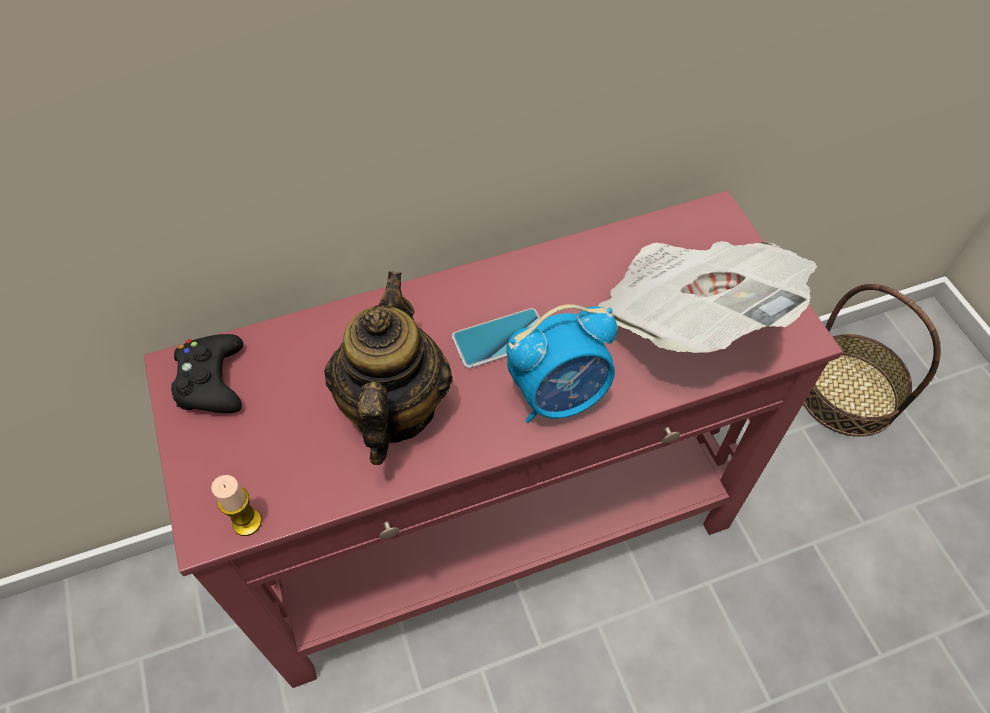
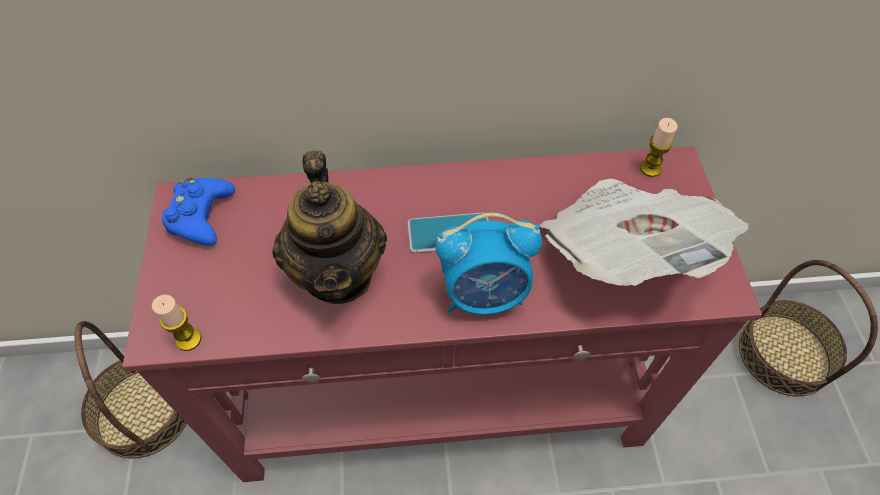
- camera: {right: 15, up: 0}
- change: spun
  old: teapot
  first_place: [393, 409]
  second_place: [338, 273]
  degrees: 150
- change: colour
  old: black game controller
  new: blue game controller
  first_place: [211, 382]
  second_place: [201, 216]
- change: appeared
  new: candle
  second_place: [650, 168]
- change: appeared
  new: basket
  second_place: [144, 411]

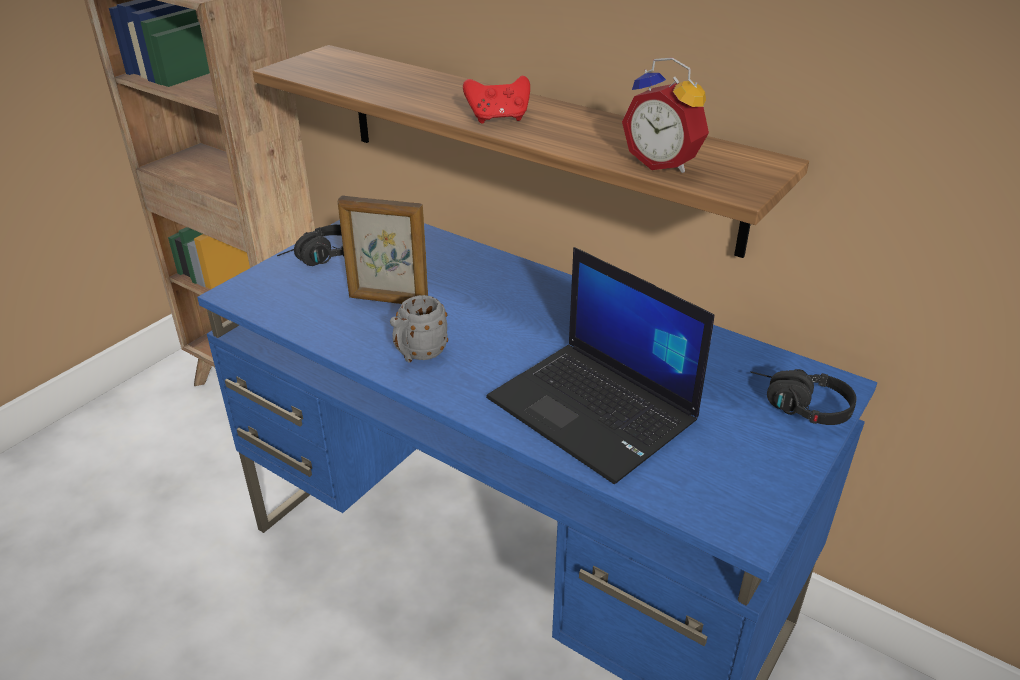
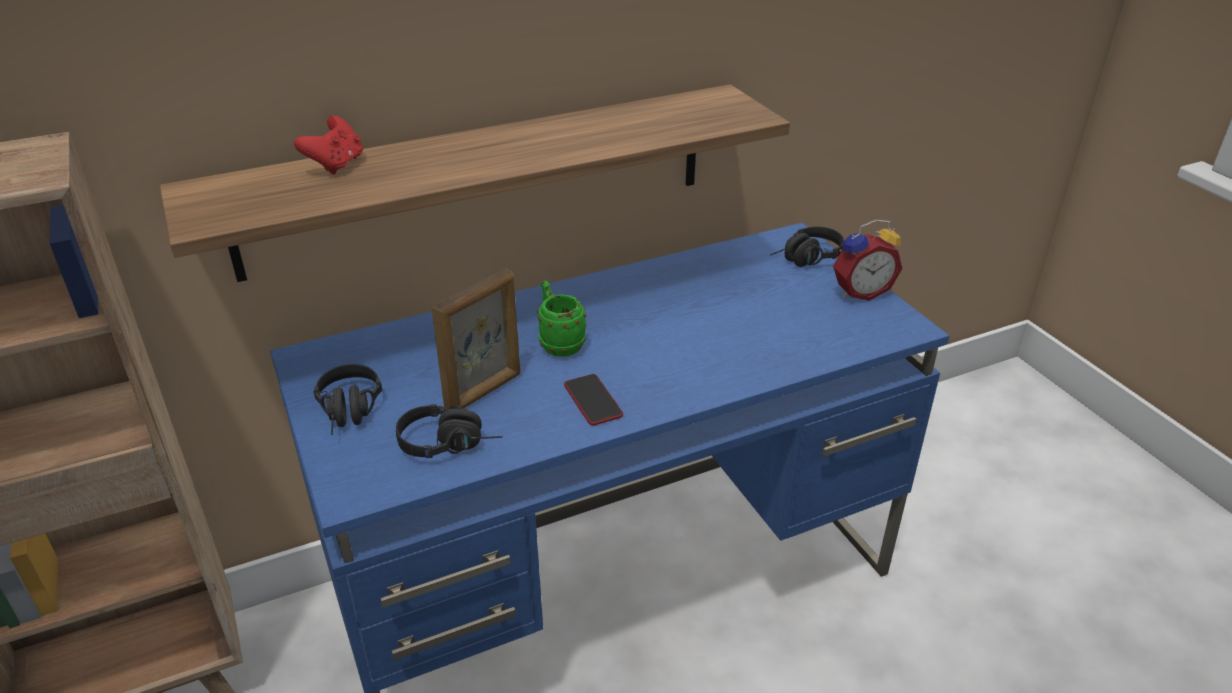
- camera: {right: -60, up: 0}
- change: relocated
  old: alarm clock
  first_place: [664, 163]
  second_place: [860, 291]
- change: relocated
  old: red game controller
  first_place: [498, 118]
  second_place: [336, 165]
- change: missing
  old: laptop
  first_place: [595, 410]
- change: exchanged
  old: grey mug
  new: phone
  first_place: [418, 354]
  second_place: [593, 400]
- change: appeared
  new: green mug
  second_place: [559, 343]
- change: appeared
  new: black headphones
  second_place: [451, 443]

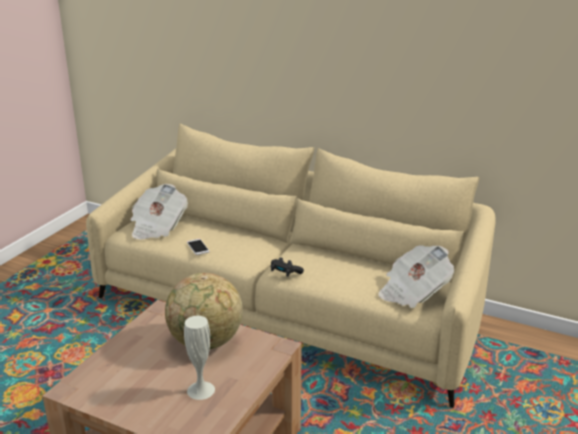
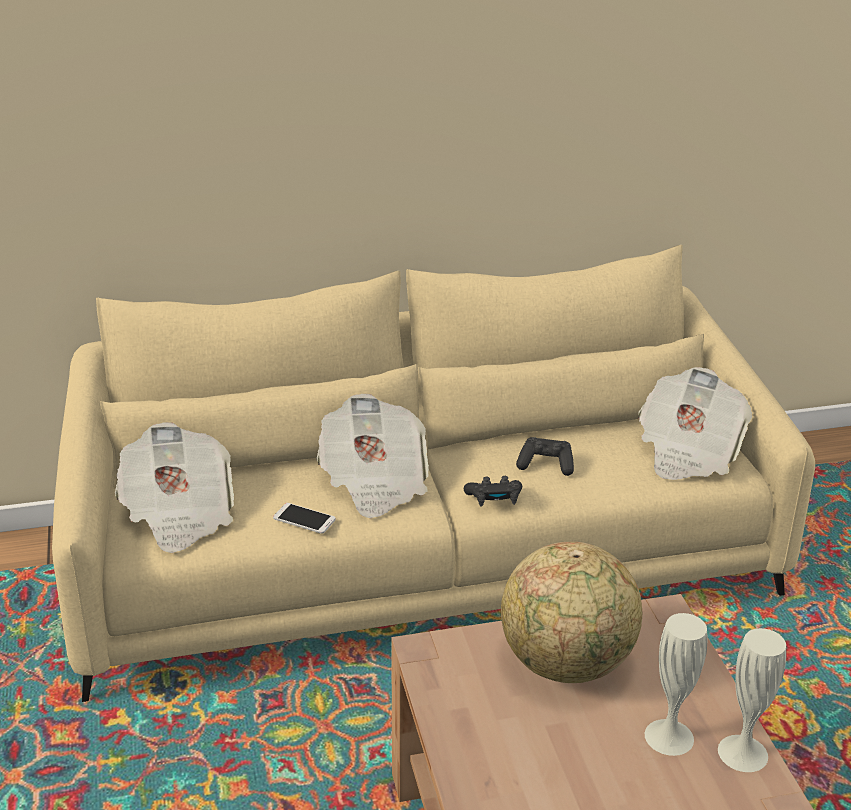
- camera: {right: -40, up: 5}
- change: appeared
  new: newspaper
  second_place: [374, 482]
- change: appeared
  new: black game controller
  second_place: [546, 465]
- change: appeared
  new: white vase
  second_place: [742, 753]

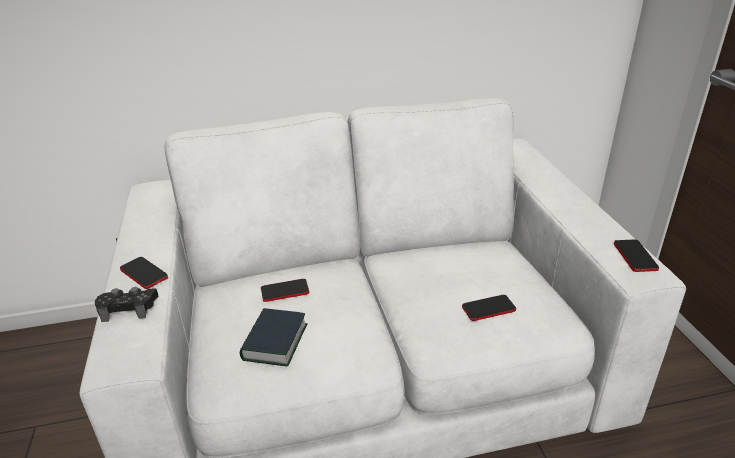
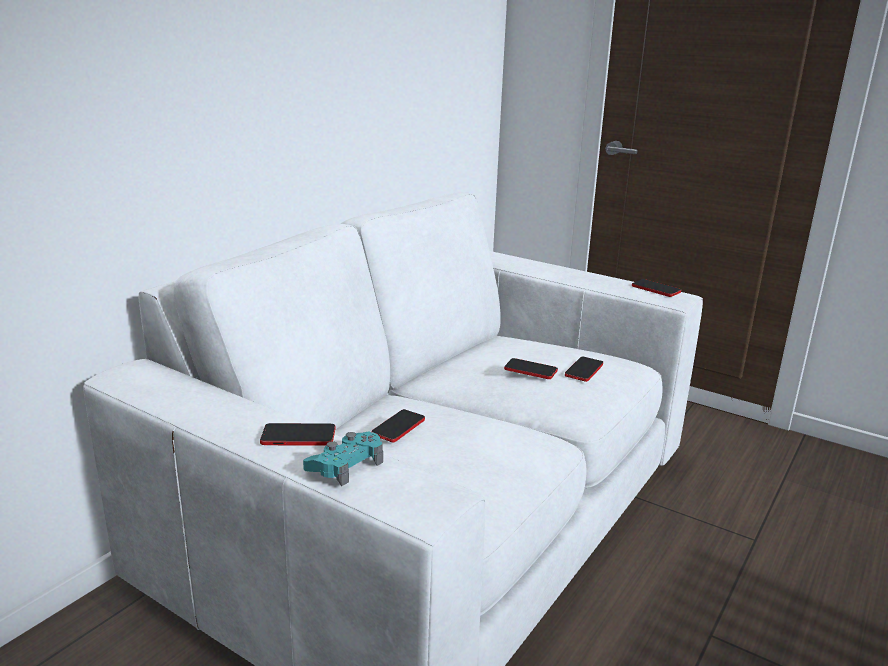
- camera: {right: -45, up: -10}
- change: colour
  old: black game controller
  new: turquoise game controller
  first_place: [128, 308]
  second_place: [345, 465]
- change: missing
  old: book
  first_place: [275, 342]
- change: appeared
  new: phone
  second_place: [530, 370]

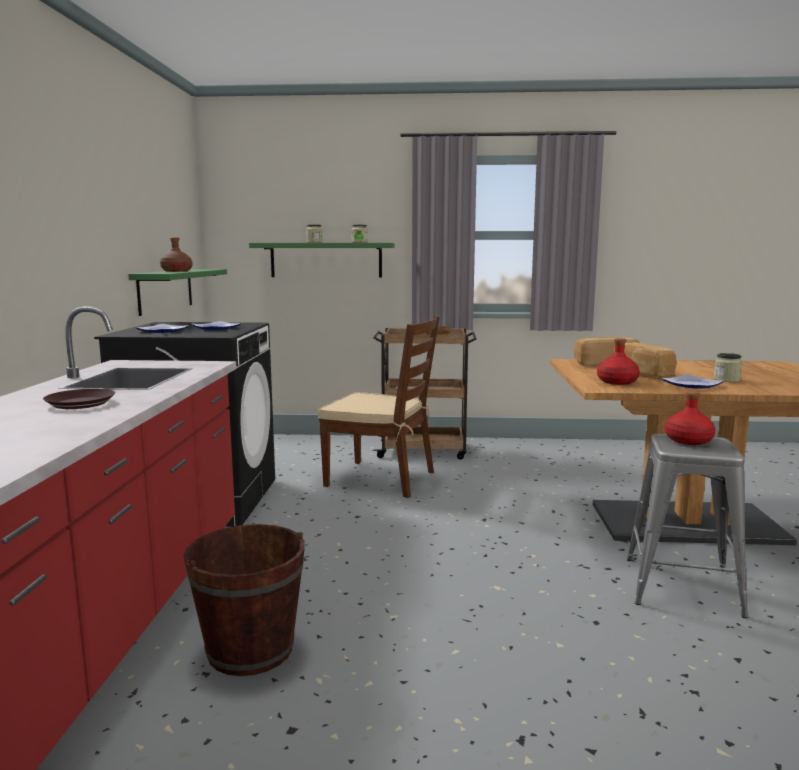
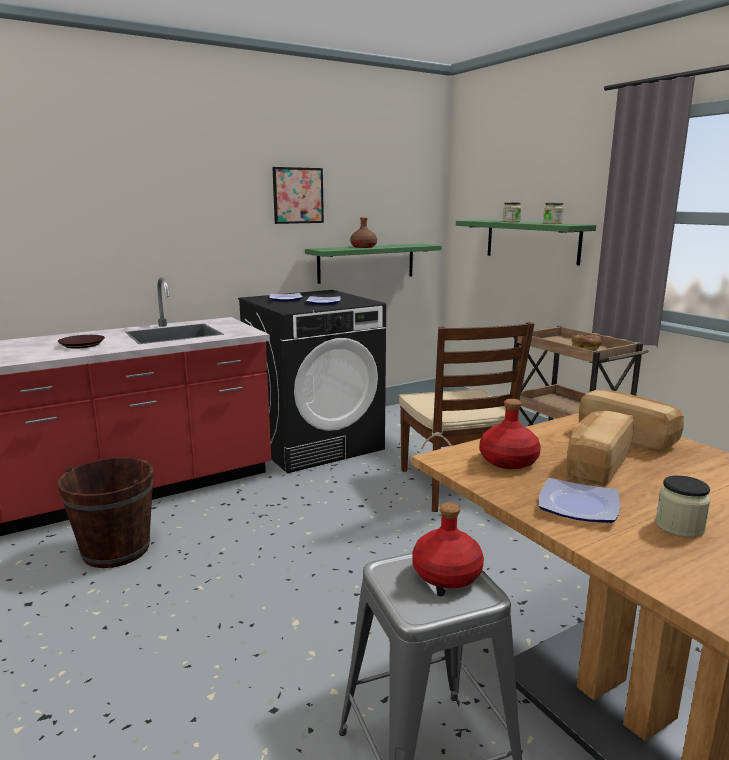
- camera: {right: 55, up: 5}
- change: appeared
  new: picture
  second_place: [298, 195]

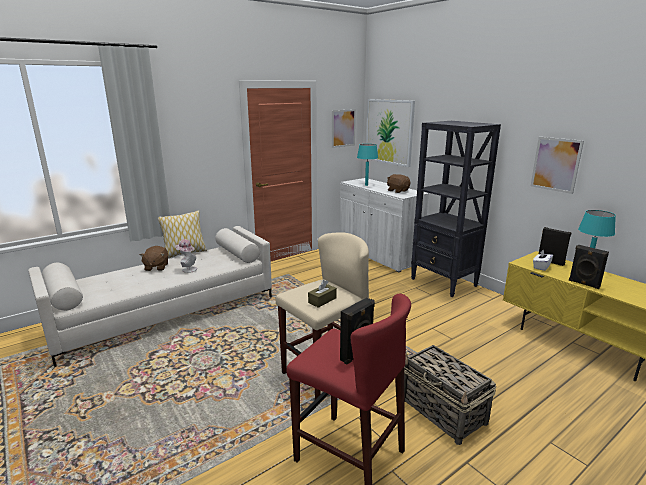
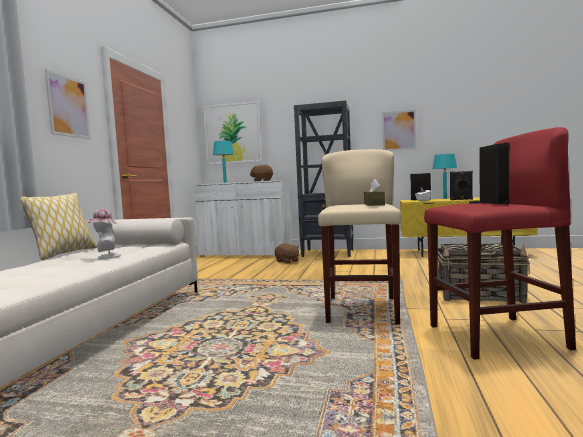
- camera: {right: -40, up: -15}
- change: relocated
  old: picture
  first_place: [343, 128]
  second_place: [68, 106]
- change: relocated
  old: brown plush toy
  first_place: [156, 267]
  second_place: [287, 261]

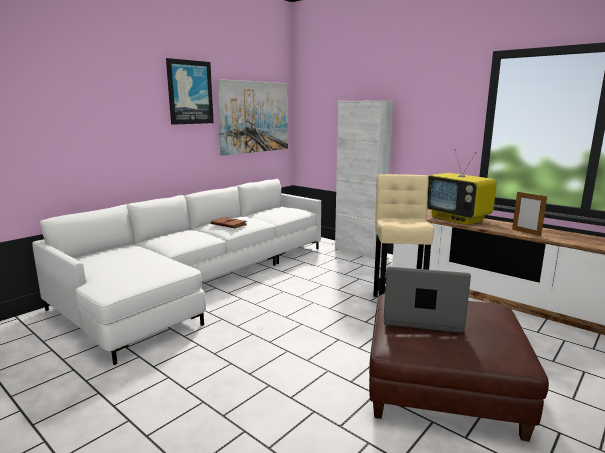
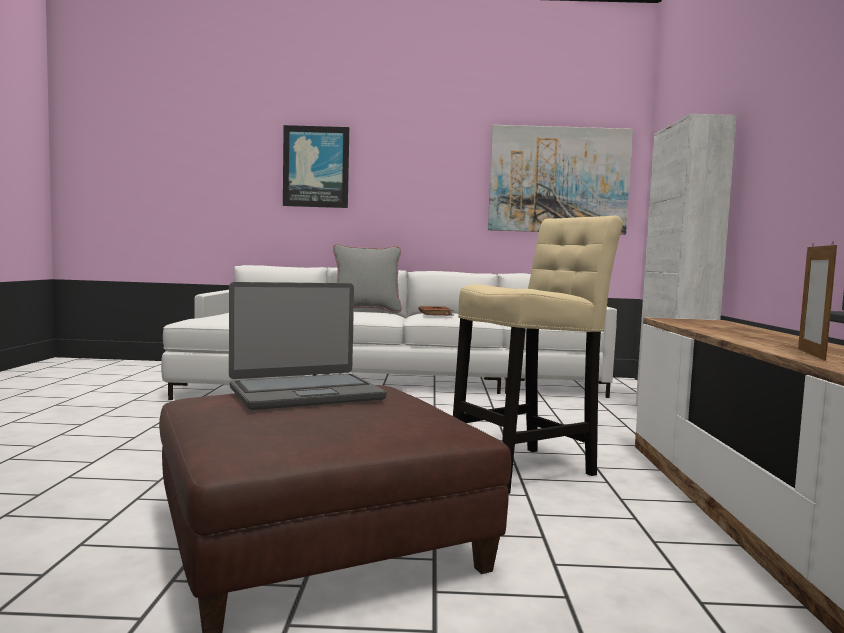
- camera: {right: 50, up: -10}
- change: relocated
  old: picture
  first_place: [190, 92]
  second_place: [316, 167]
- change: missing
  old: television
  first_place: [457, 219]
- change: spun
  old: laptop
  first_place: [422, 317]
  second_place: [305, 393]
  degrees: 90
- change: appeared
  new: grey pillow
  second_place: [366, 311]

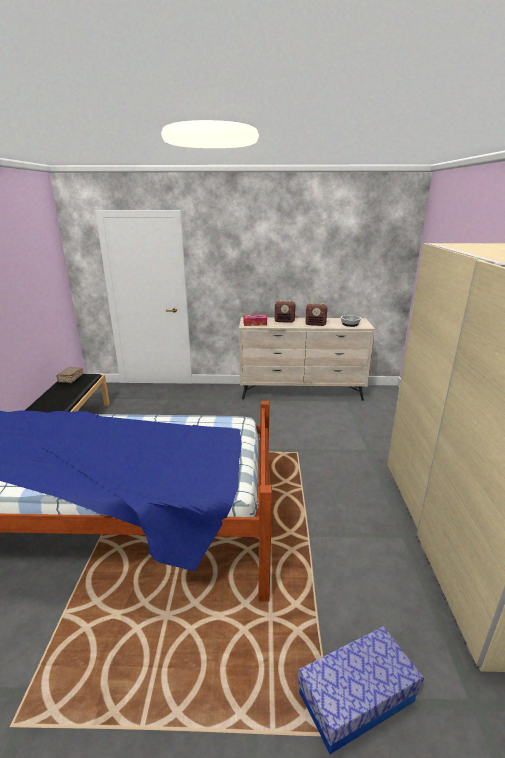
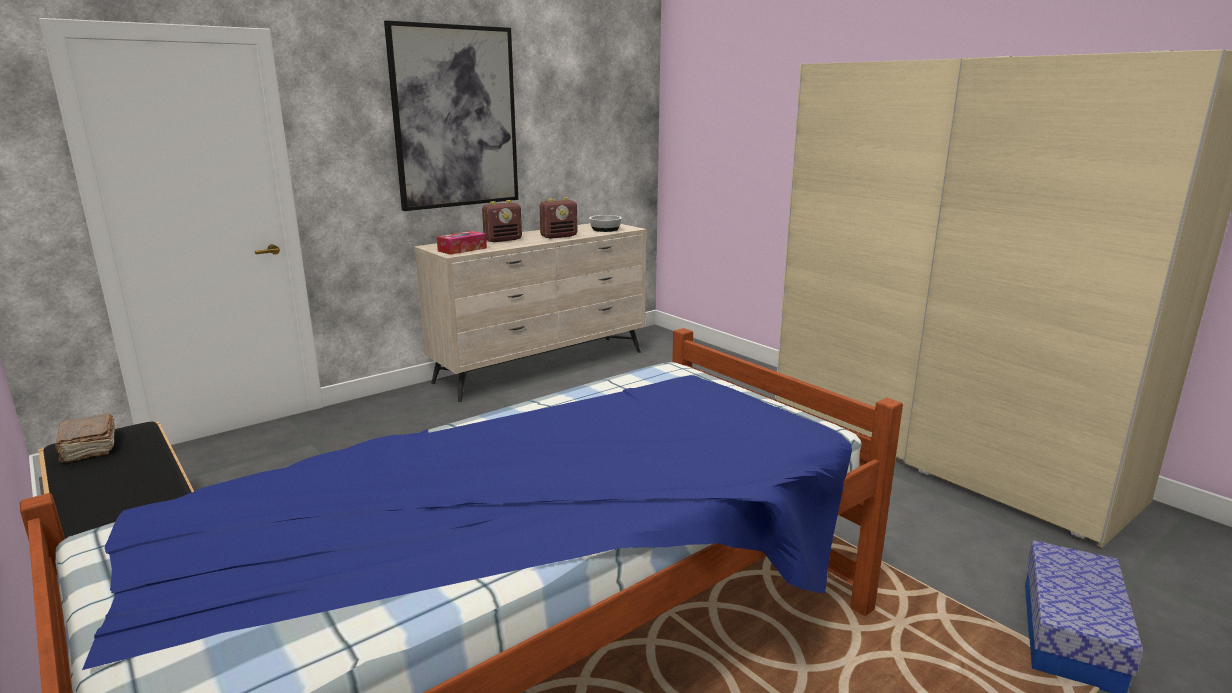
- camera: {right: -40, up: -5}
- change: appeared
  new: picture
  second_place: [455, 118]

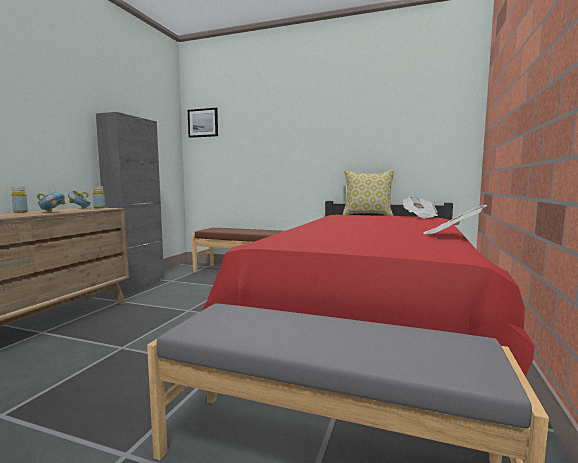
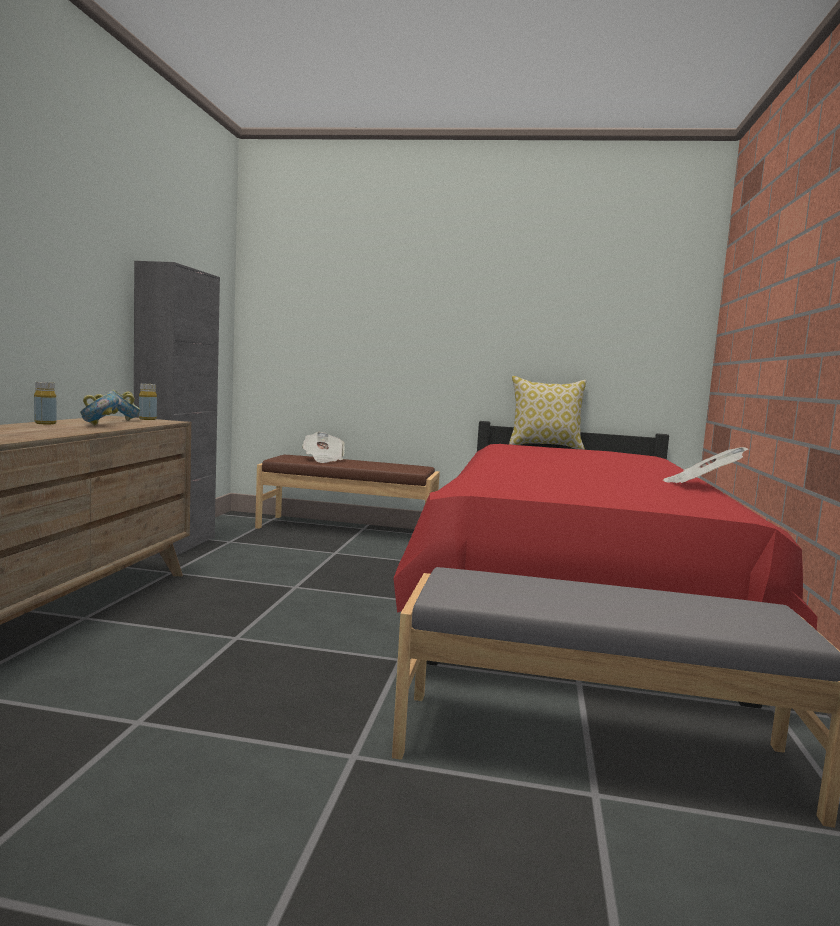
- camera: {right: -10, up: 0}
- change: missing
  old: picture
  first_place: [203, 123]
- change: relocated
  old: newspaper
  first_place: [419, 216]
  second_place: [323, 460]

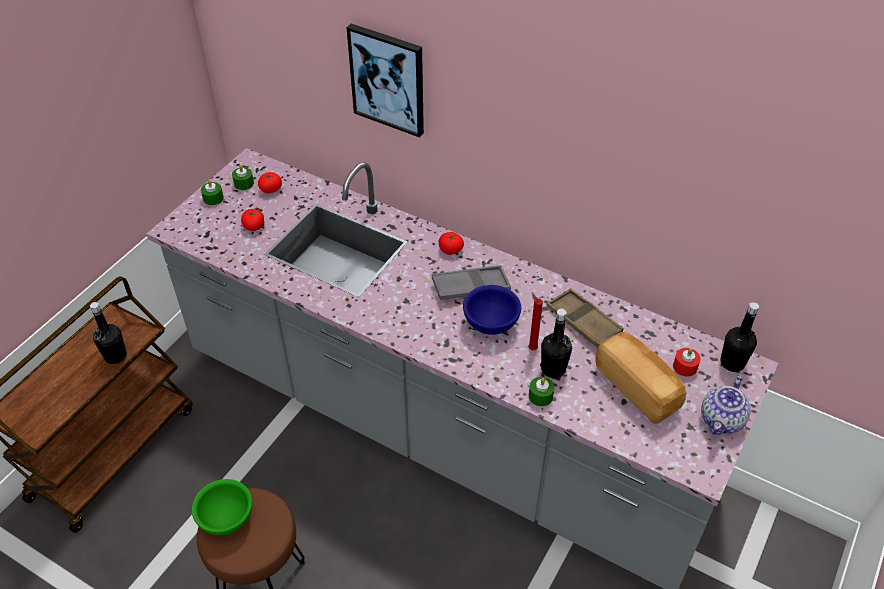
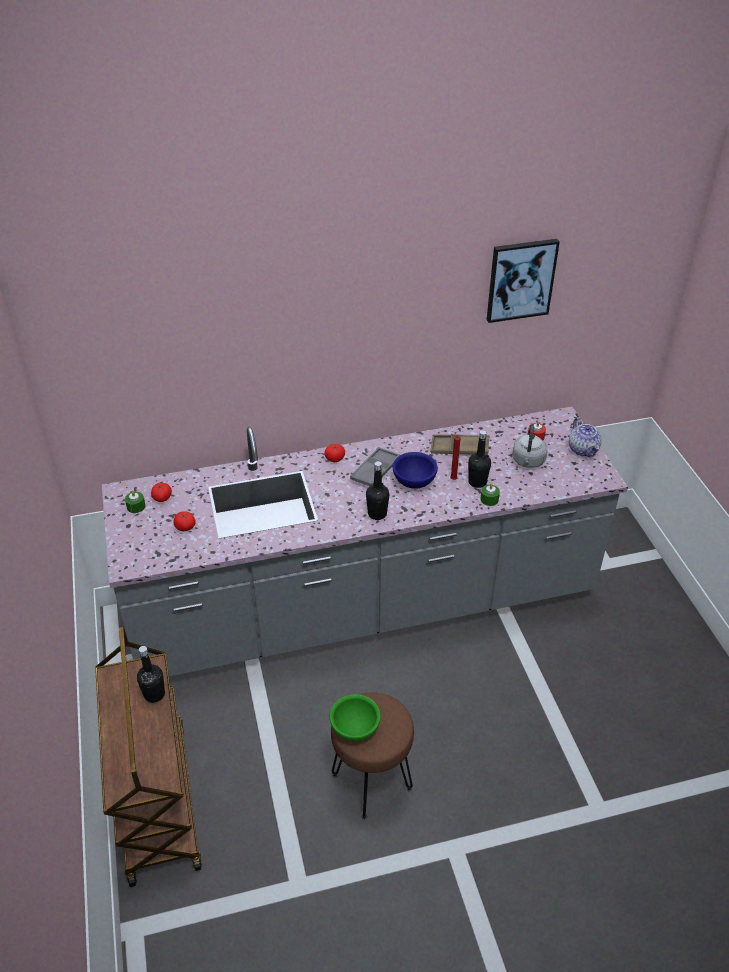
- camera: {right: -45, up: -5}
- change: relocated
  old: picture
  first_place: [388, 79]
  second_place: [520, 280]
- change: missing
  old: green candle
  first_place: [213, 198]
- change: relocated
  old: black bottle
  first_place: [732, 363]
  second_place: [377, 514]
- change: exchanged
  old: bread
  new: grey kettle
  first_place: [637, 387]
  second_place: [528, 462]

